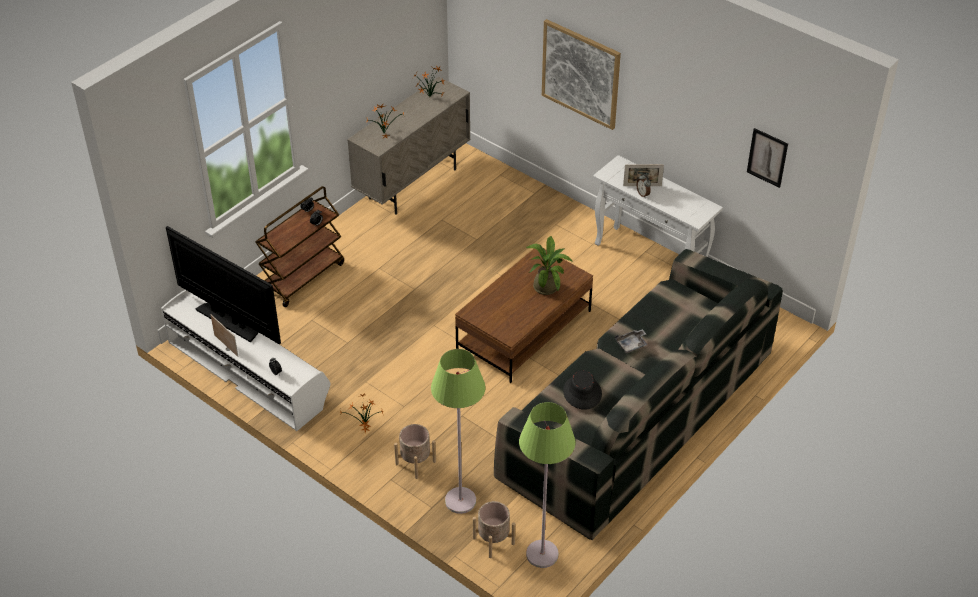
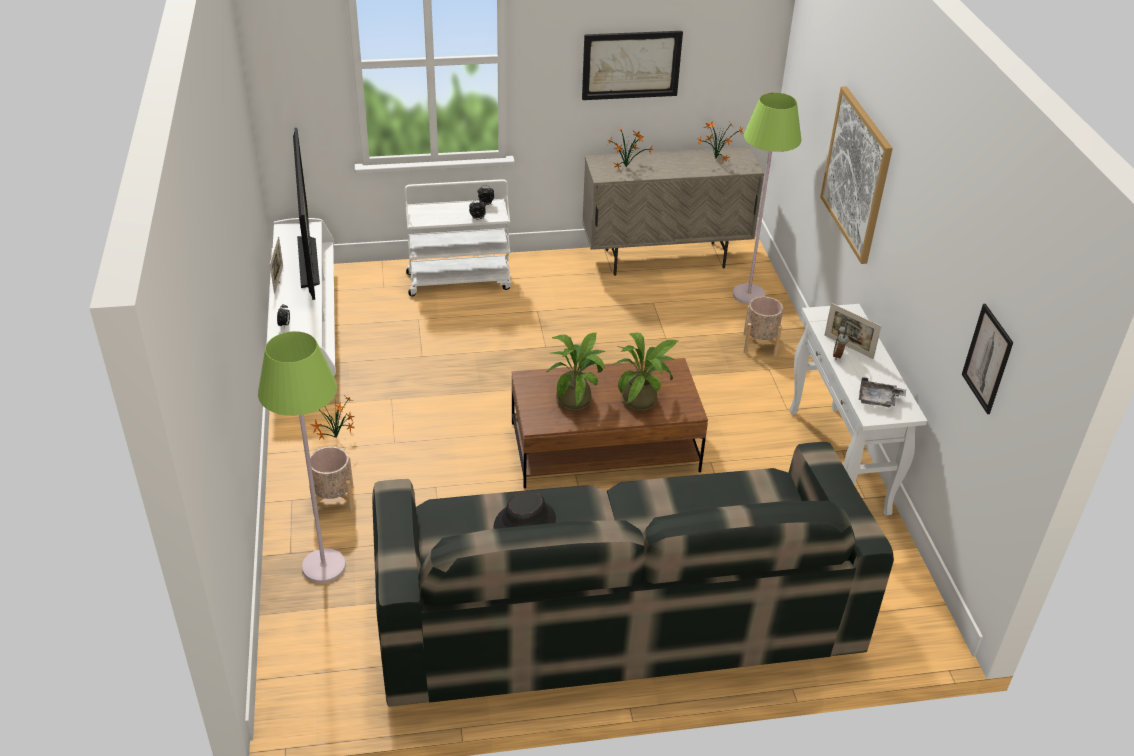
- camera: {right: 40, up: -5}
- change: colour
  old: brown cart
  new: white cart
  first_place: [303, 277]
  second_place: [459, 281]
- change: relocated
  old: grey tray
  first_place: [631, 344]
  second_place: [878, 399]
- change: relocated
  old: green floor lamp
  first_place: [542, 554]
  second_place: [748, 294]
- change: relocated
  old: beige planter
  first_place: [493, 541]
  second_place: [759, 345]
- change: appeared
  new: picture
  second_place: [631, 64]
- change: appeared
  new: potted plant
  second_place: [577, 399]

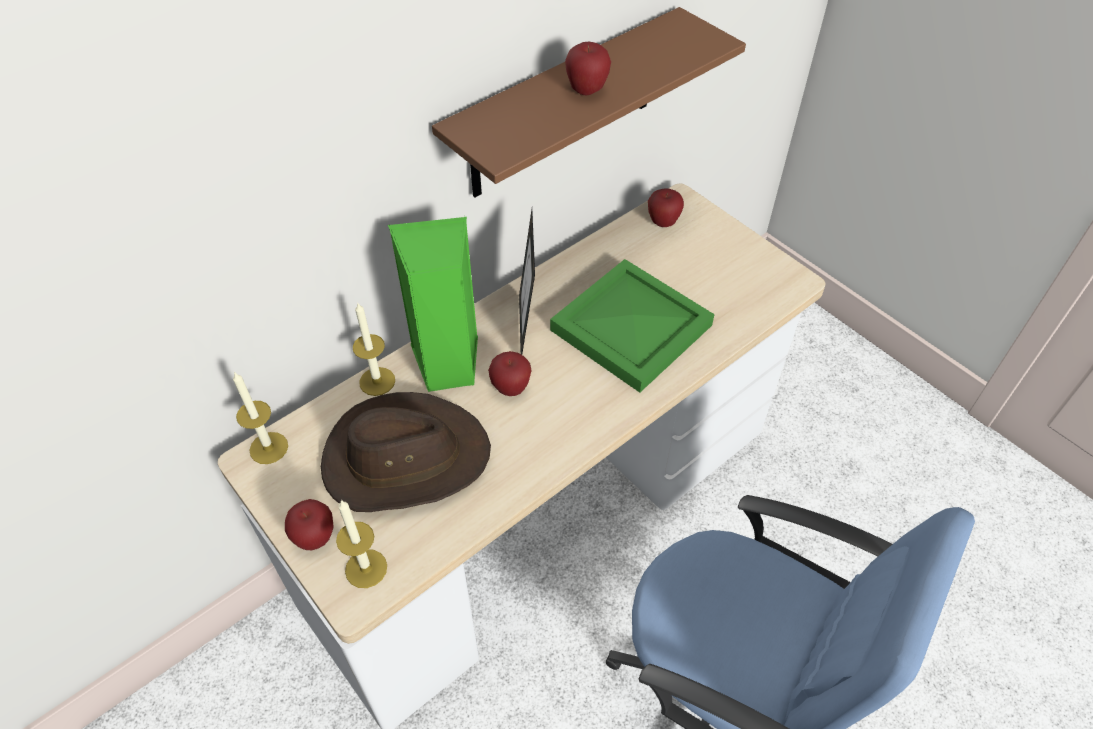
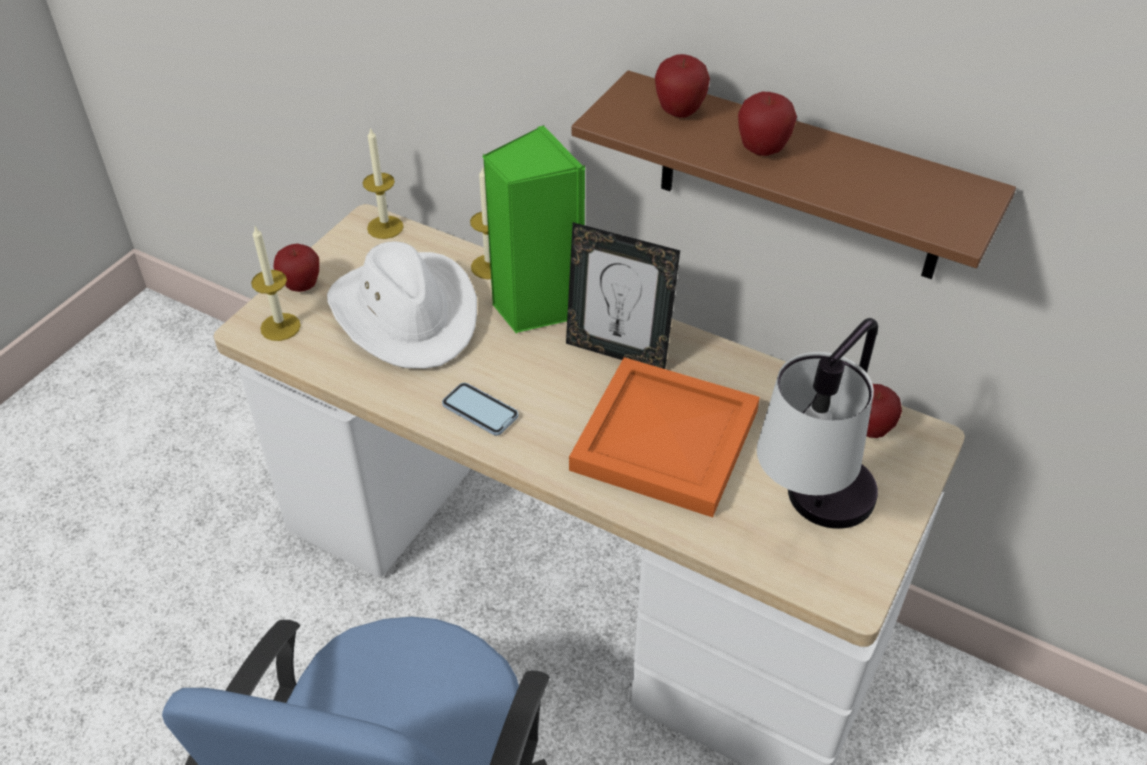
- camera: {right: 70, up: -5}
- change: spun
  old: picture frame
  first_place: [527, 327]
  second_place: [617, 352]
  degrees: -135
- change: colour
  old: green tray
  new: orange tray
  first_place: [628, 328]
  second_place: [664, 437]
- change: relocated
  old: apple
  first_place: [510, 388]
  second_place: [679, 112]
- change: colour
  old: brown hat
  new: white hat
  first_place: [405, 458]
  second_place: [407, 313]
- change: appeared
  new: table lamp
  second_place: [811, 522]
- change: appeared
  new: phone
  second_place: [480, 411]

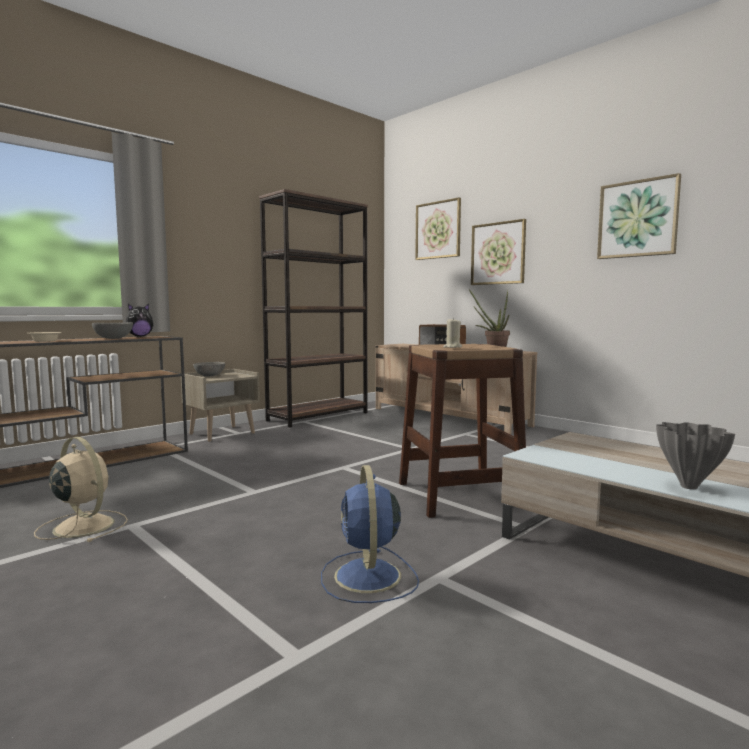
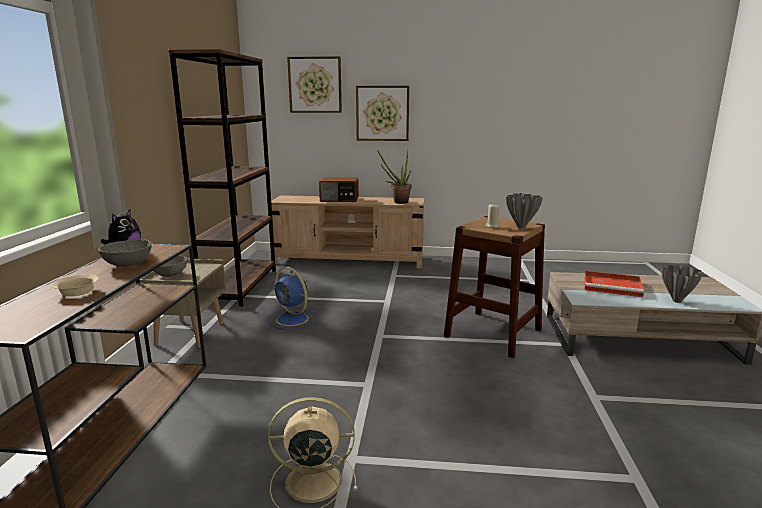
- camera: {right: -40, up: 10}
- change: missing
  old: picture
  first_place: [637, 219]
- change: relocated
  old: blue fan
  first_place: [368, 577]
  second_place: [293, 320]
- change: appeared
  new: grey vase
  second_place: [521, 227]
- change: appeared
  new: red tray
  second_place: [613, 286]

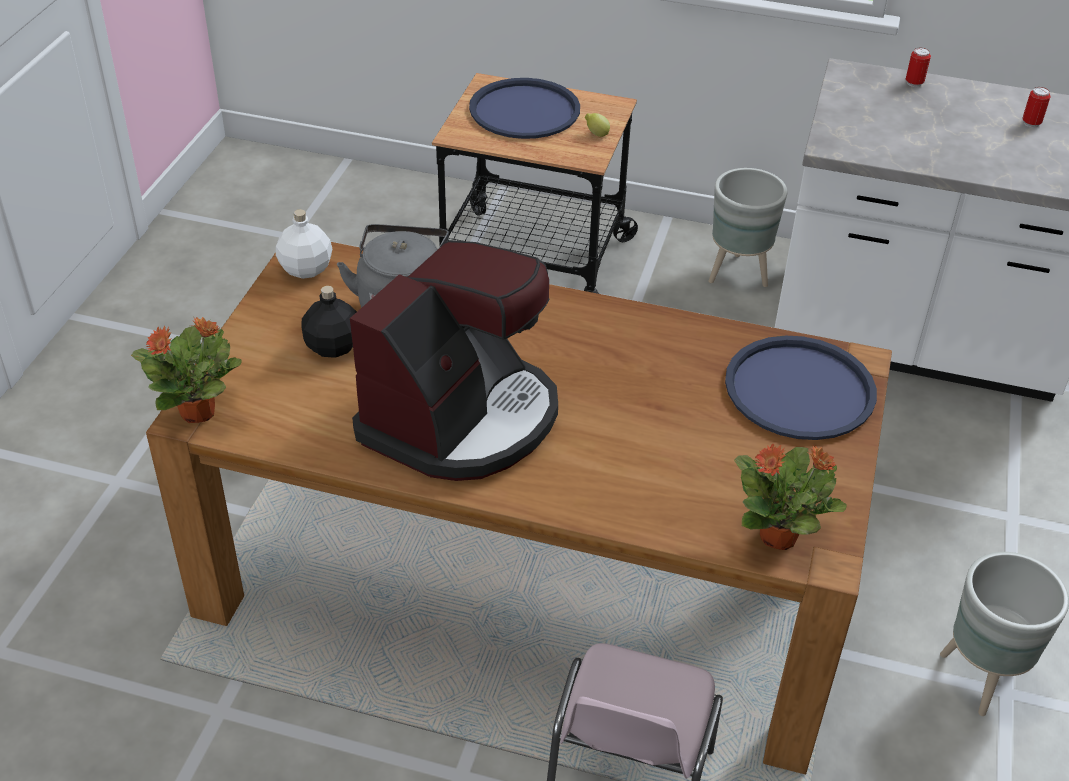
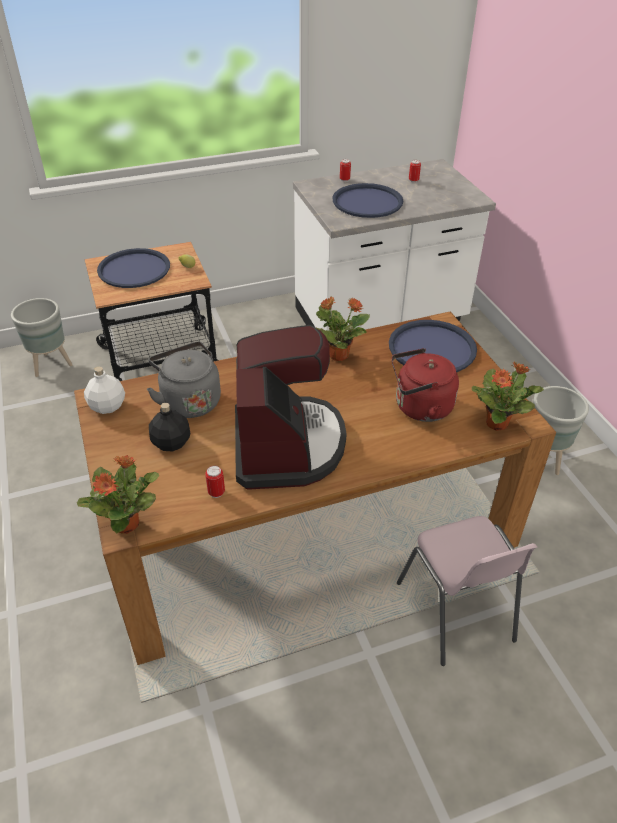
- camera: {right: -35, up: 0}
- change: relocated
  old: grey planter
  first_place: [736, 274]
  second_place: [50, 365]
- change: appeared
  new: blue tray
  second_place: [367, 202]
- change: appeared
  new: potted plant
  second_place: [338, 355]
- change: appeared
  new: red kettle
  second_place: [419, 408]
- change: appeared
  new: can
  second_place: [216, 492]

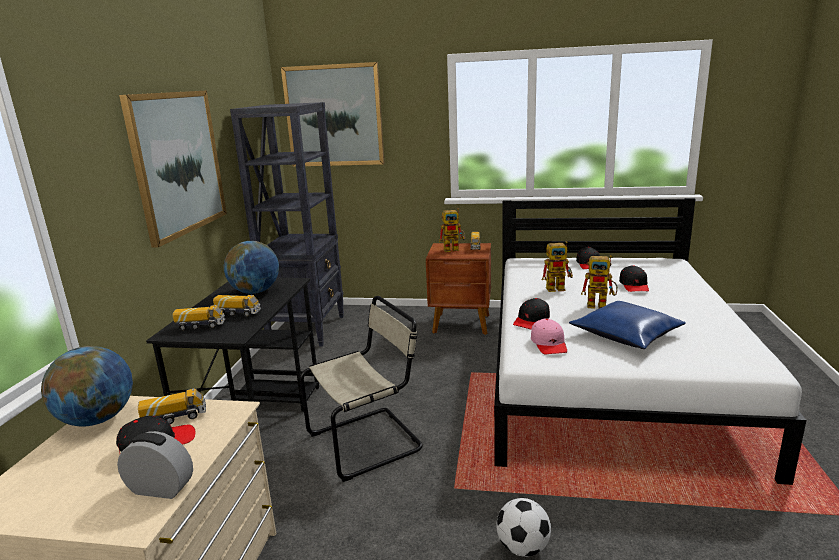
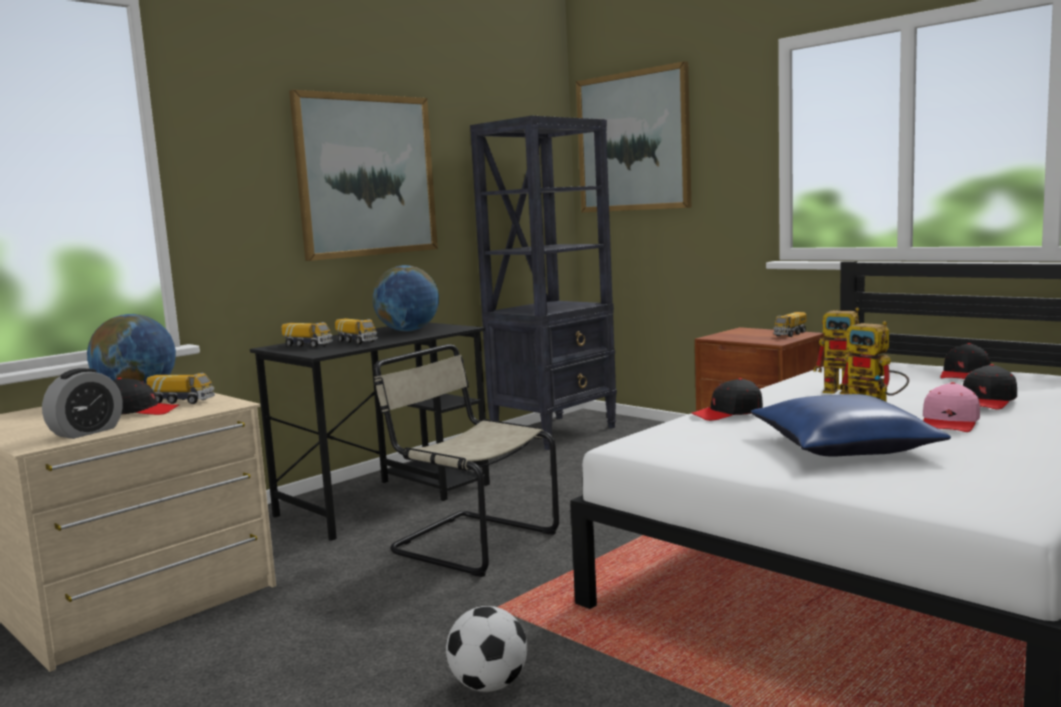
- camera: {right: 35, up: -10}
- change: missing
  old: toy robot
  first_place: [454, 249]
- change: spun
  old: beige chair
  first_place: [369, 441]
  second_place: [469, 542]
  degrees: -150
- change: relocated
  old: pink cap
  first_place: [549, 344]
  second_place: [950, 422]
- change: spun
  old: alarm clock
  first_place: [160, 488]
  second_place: [86, 432]
  degrees: 75

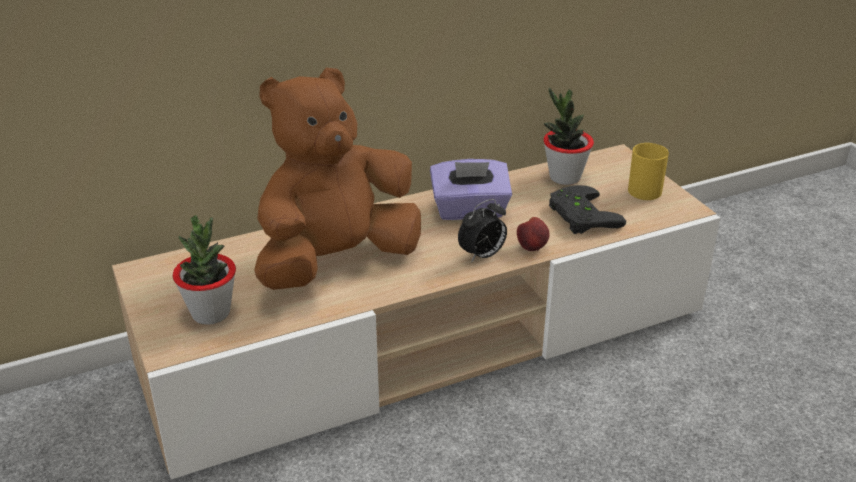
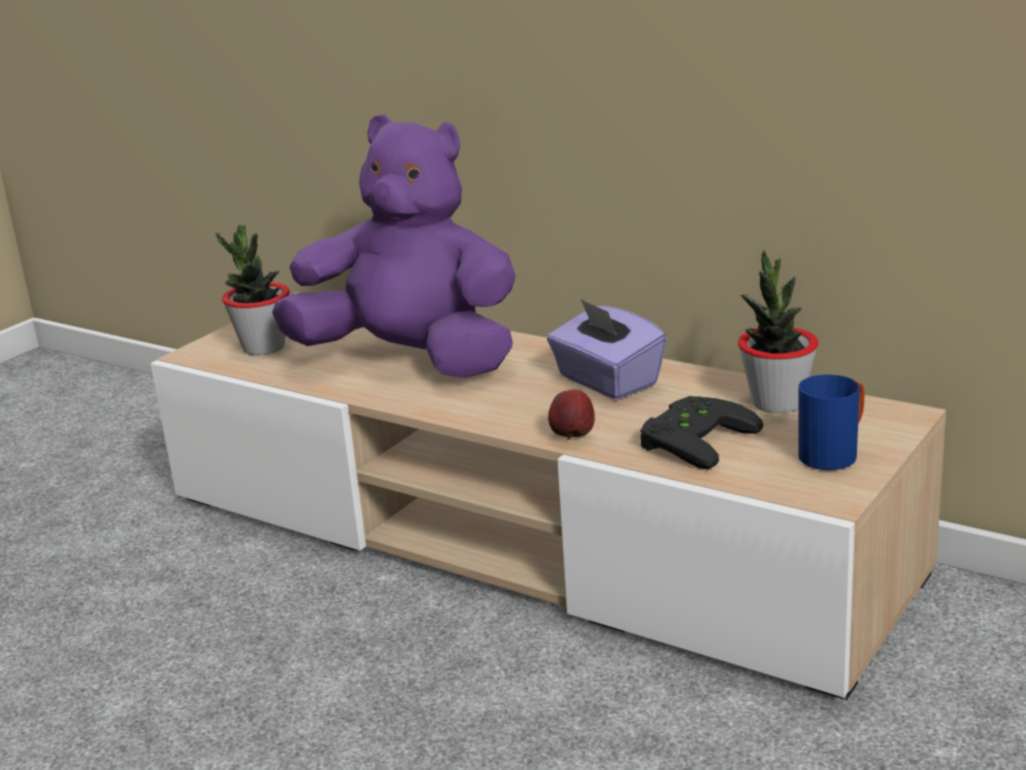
- camera: {right: 60, up: -10}
- change: colour
  old: brown plush toy
  new: purple plush toy
  first_place: [336, 261]
  second_place: [411, 361]
- change: colour
  old: yellow mug
  new: blue mug
  first_place: [642, 188]
  second_place: [834, 454]
- change: missing
  old: alarm clock
  first_place: [482, 256]

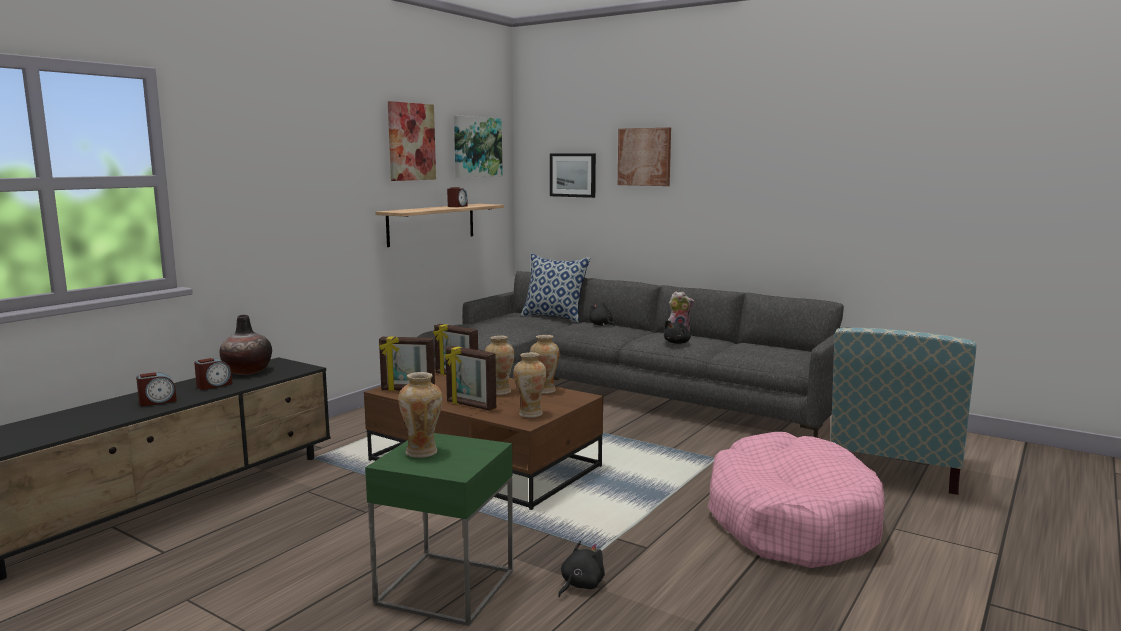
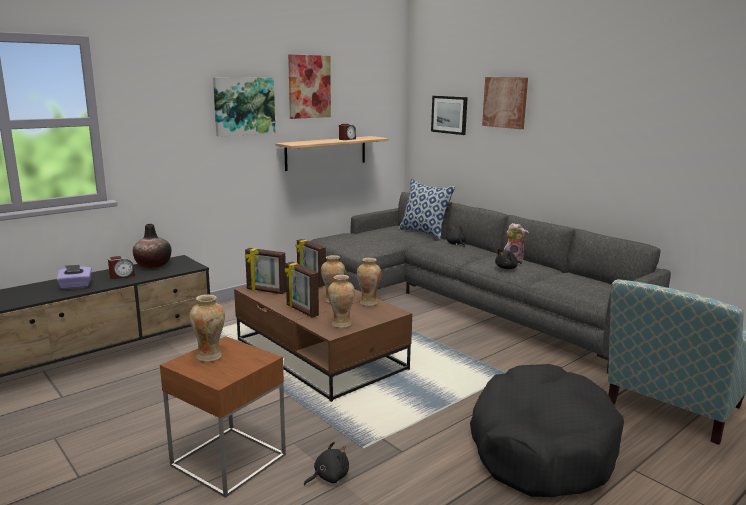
- camera: {right: 15, up: 5}
- change: relocated
  old: picture
  first_place: [476, 147]
  second_place: [244, 106]
- change: exchanged
  old: alarm clock
  new: purple tissue box
  first_place: [157, 401]
  second_place: [75, 286]
- change: colour
  old: pink dog bed
  new: black dog bed
  first_place: [791, 521]
  second_place: [541, 446]
- change: colour
  old: green side table
  new: brown side table
  first_place: [446, 587]
  second_place: [228, 460]

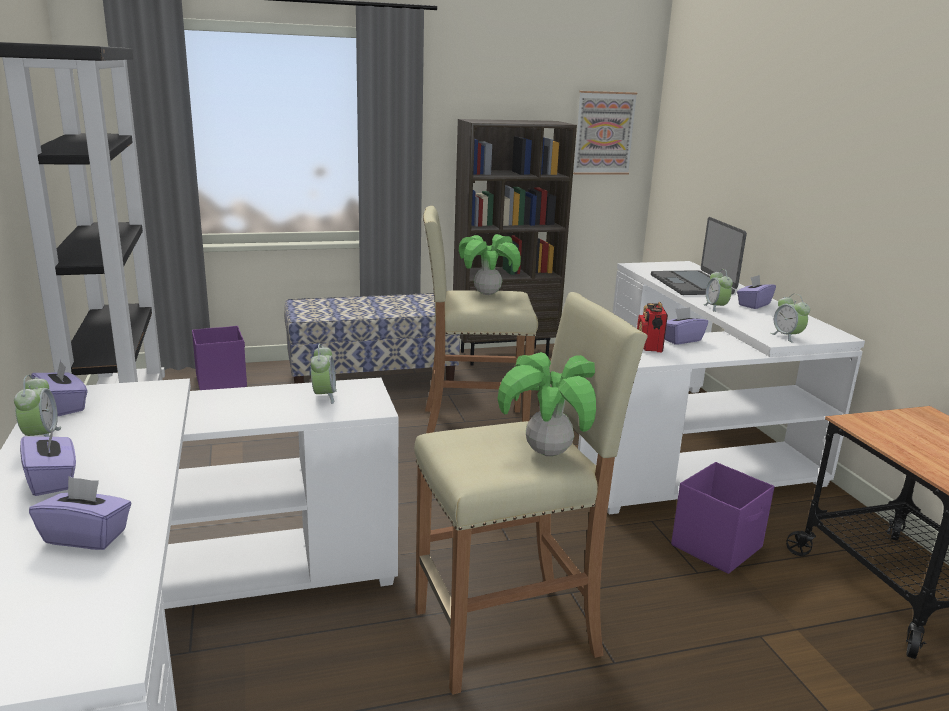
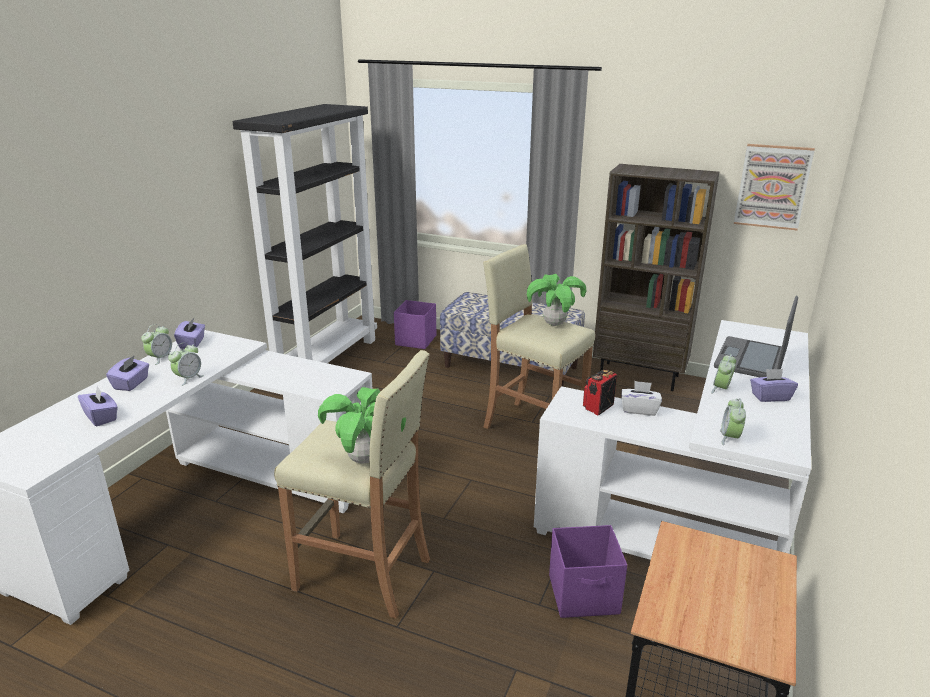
- camera: {right: 40, up: 5}
- change: colour
  old: purple tissue box
  new: white tissue box
  first_place: [681, 340]
  second_place: [639, 409]
- change: relocated
  old: alarm clock
  first_place: [324, 396]
  second_place: [188, 378]

